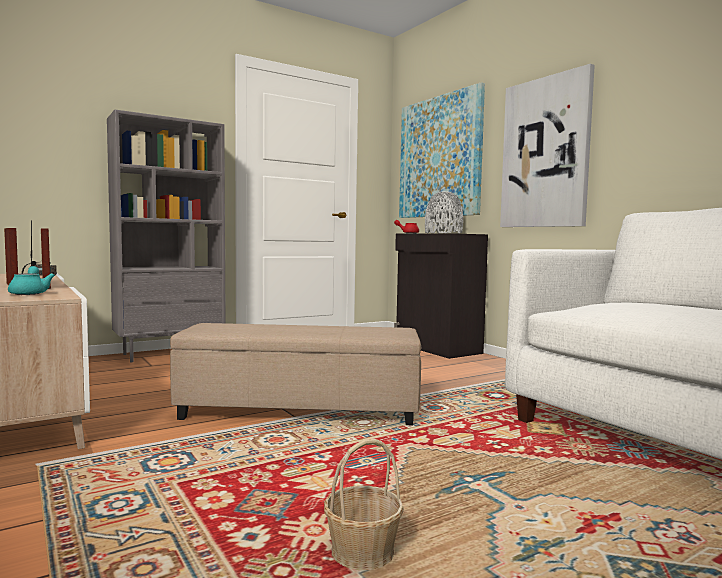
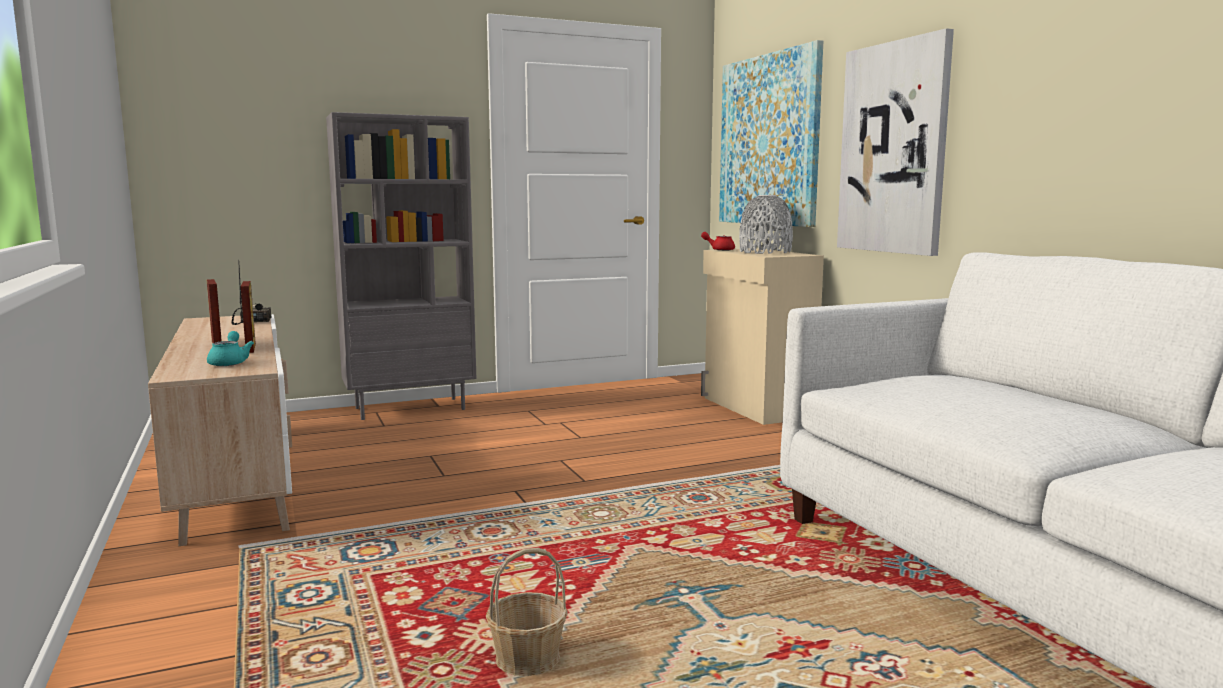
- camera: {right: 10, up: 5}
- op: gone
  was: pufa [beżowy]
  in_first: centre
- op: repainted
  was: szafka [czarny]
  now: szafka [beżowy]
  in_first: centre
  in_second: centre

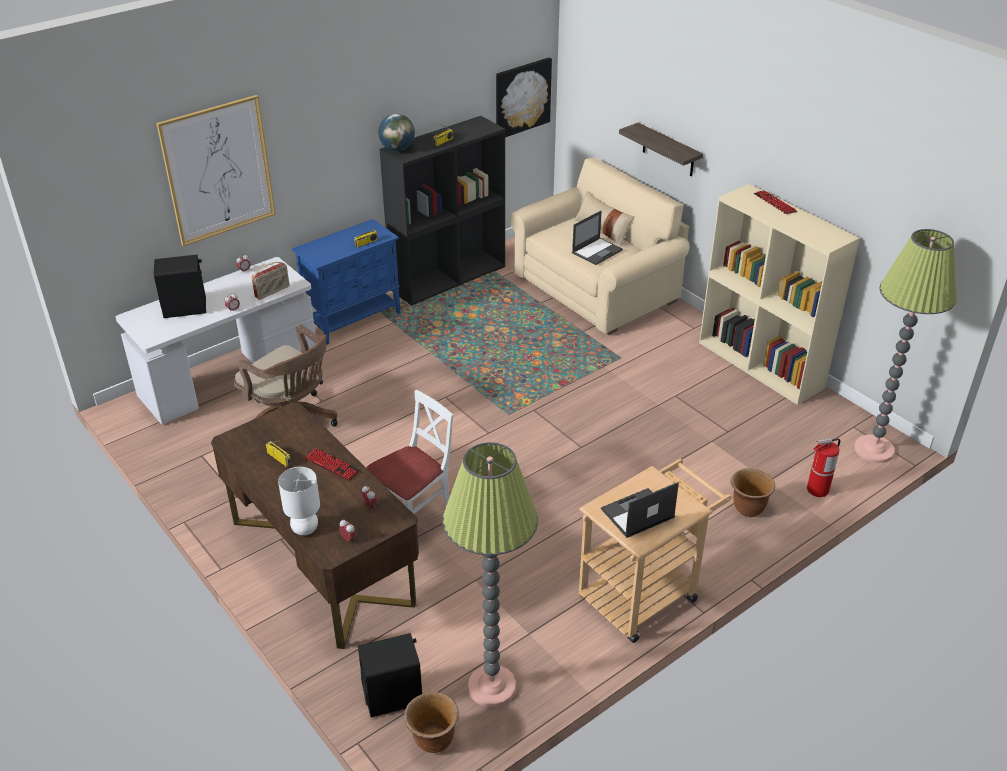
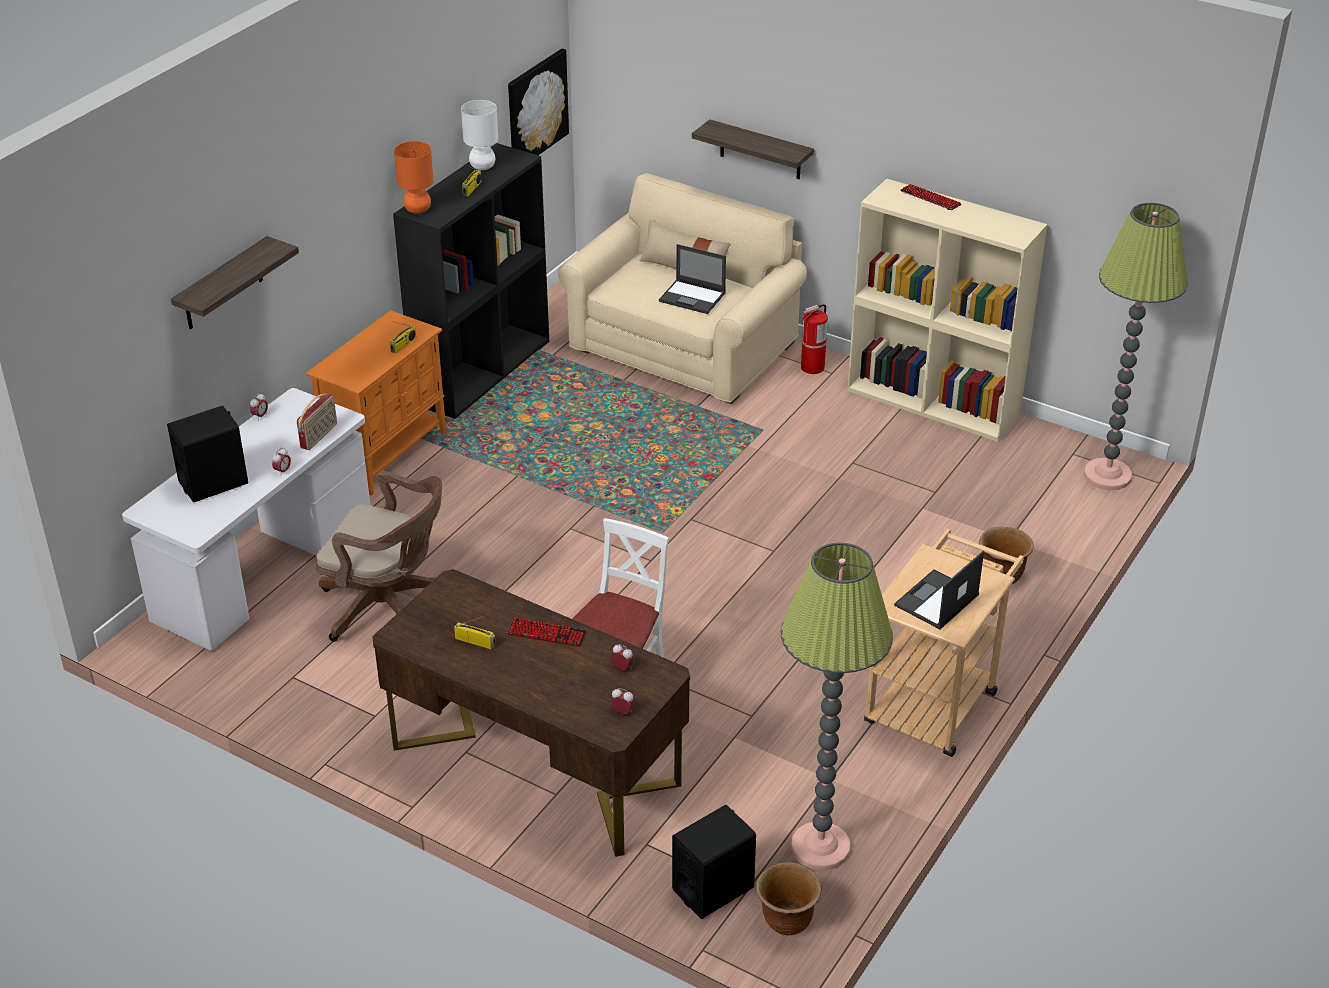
- camera: {right: -20, up: 0}
- op: swapped
  was: obraz (no. 1 from left)
  now: półka (no. 1 from left)
  in_first: top left
  in_second: top left
- op: shifted
  was: lampa stołowa [biały]
  in_first: middle left
  in_second: top centre
- op: repainted
  was: szafka [niebieski]
  now: szafka [pomarańczowy]
  in_first: centre
  in_second: middle left
- op: swapped
  was: globus
  now: lampa stołowa [pomarańczowy]
  in_first: top centre
  in_second: top left
- op: rotated
  was: laptop (no. 1 from left)
  in_first: top centre
  in_second: top centre
  clockwise: 90
- op: shifted
  was: gaśnica
  in_first: middle right
  in_second: centre

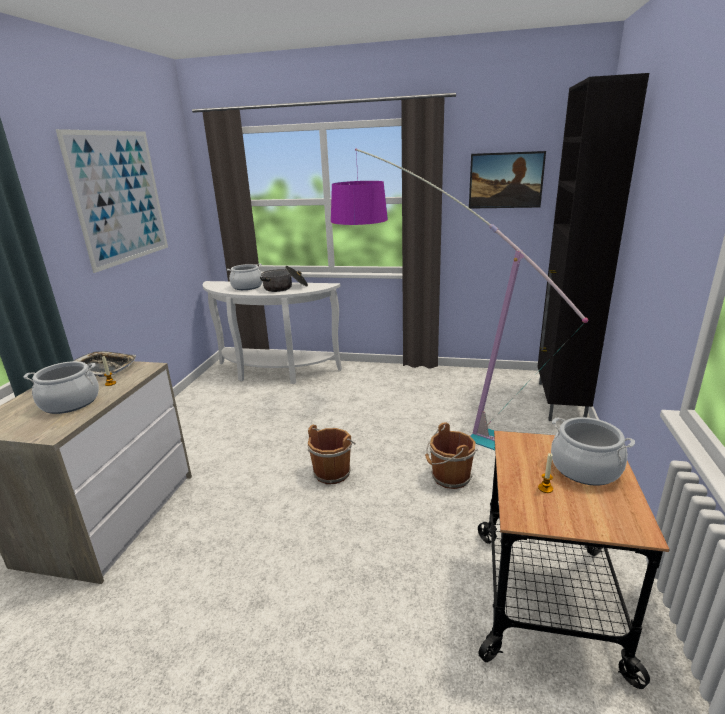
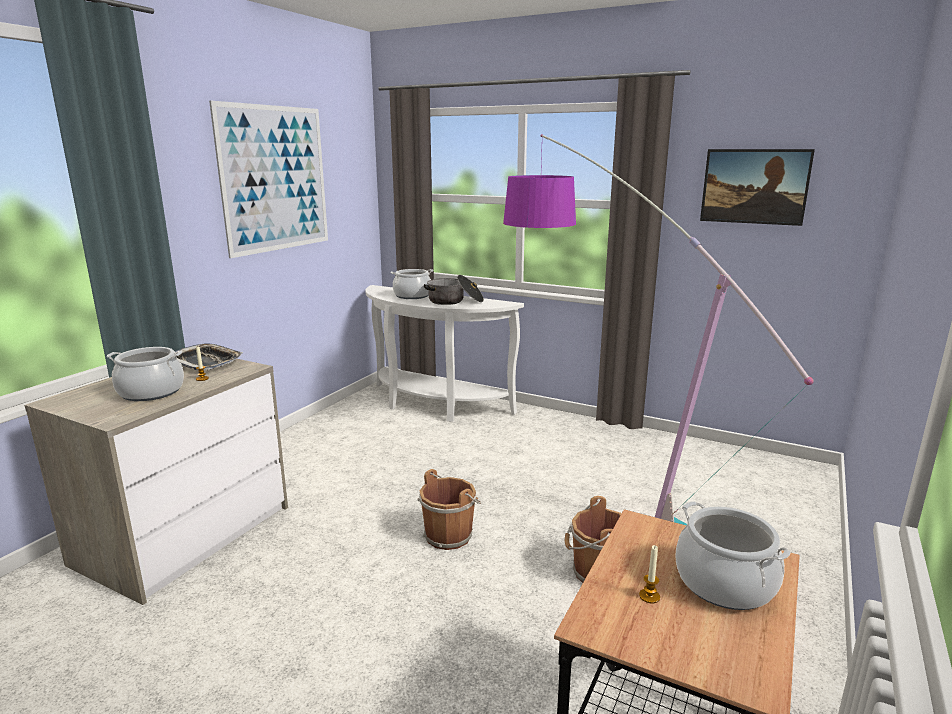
- camera: {right: 15, up: -5}
- op: gone
  was: szafka [czarny]
  in_first: middle right

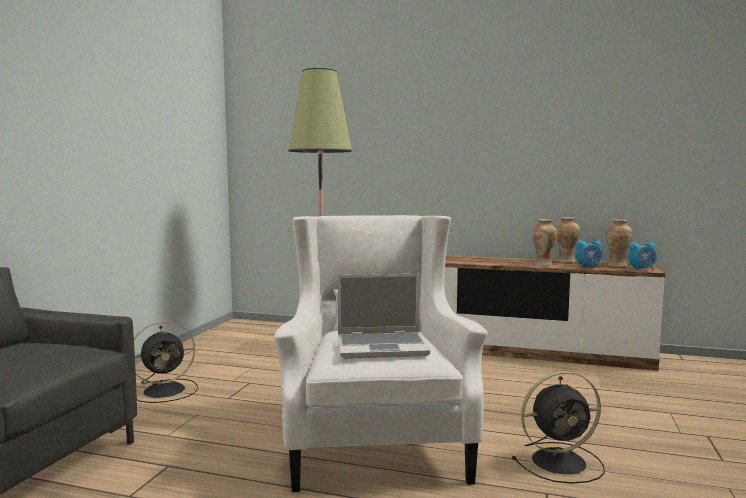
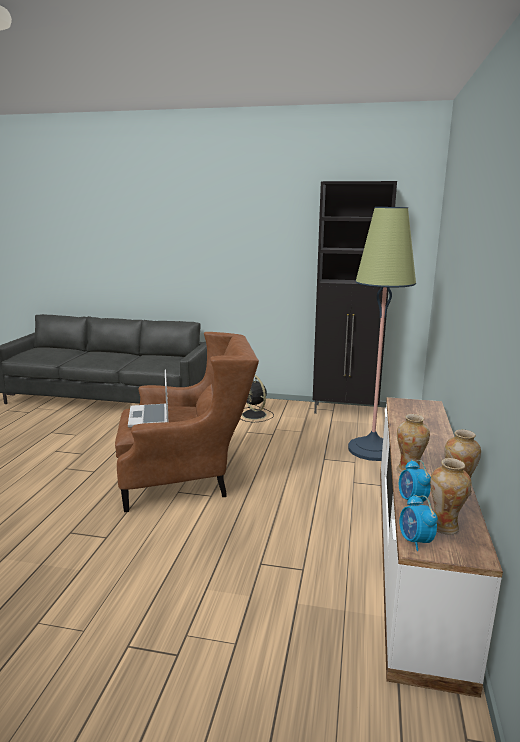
- camera: {right: 85, up: 10}
- op: repainted
  was: fotel [biały]
  now: fotel [brązowy]
  in_first: bottom centre
  in_second: centre
- op: gone
  was: wentylator [czarny] (no. 2 from left)
  in_first: bottom right
- op: new
  now: szafka [czarny]
  in_second: middle right

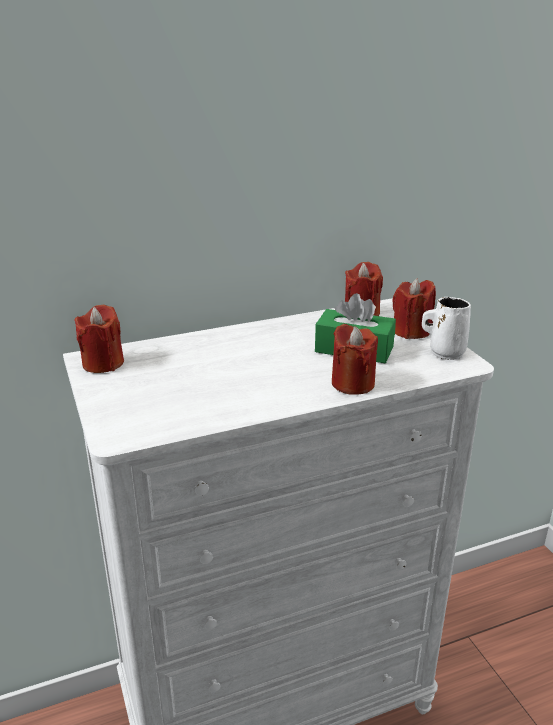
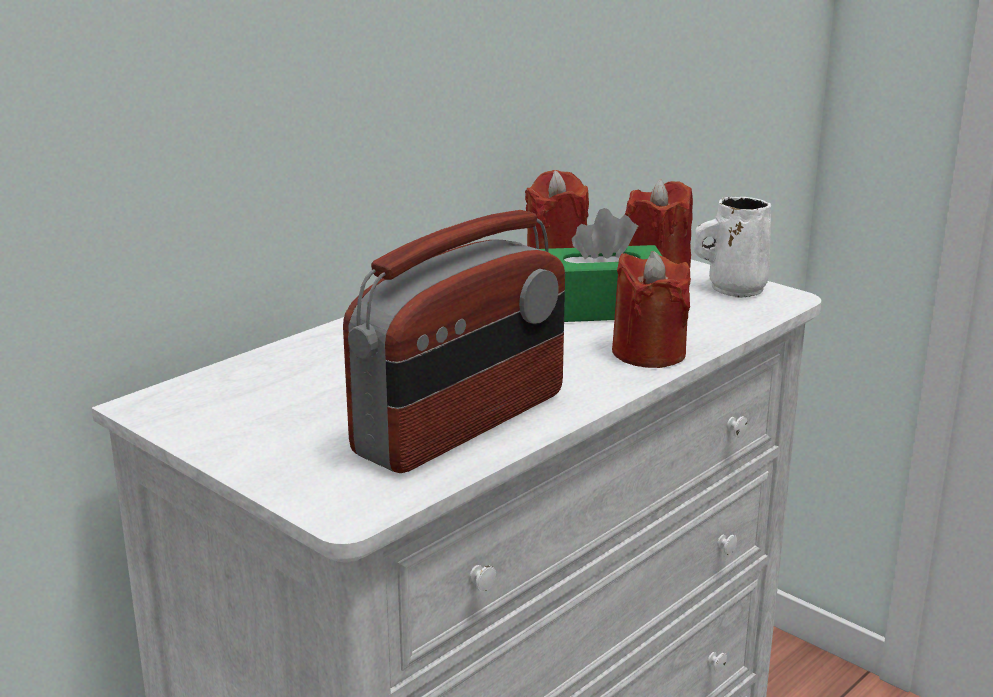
- camera: {right: -25, up: -5}
- op: gone
  was: świeca [czerwony] (no. 1 from left)
  in_first: middle left
- op: new
  now: radio
  in_second: centre

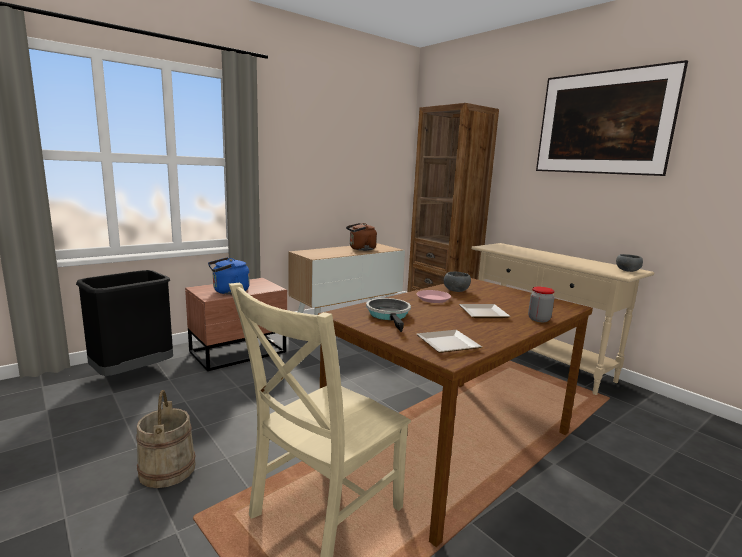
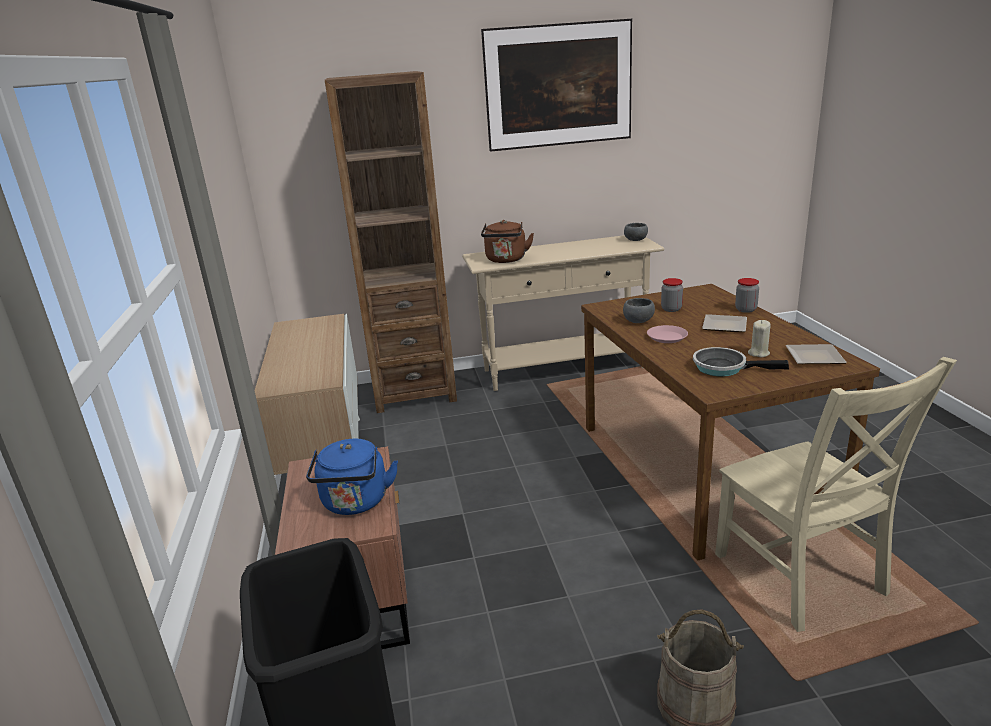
- camera: {right: -60, up: 10}
- op: shifted
  was: czajnik [brązowy]
  in_first: centre
  in_second: top centre
- op: new
  now: słoik (no. 1 from left)
  in_second: middle right
- op: new
  now: świeca [beżowy]
  in_second: middle right

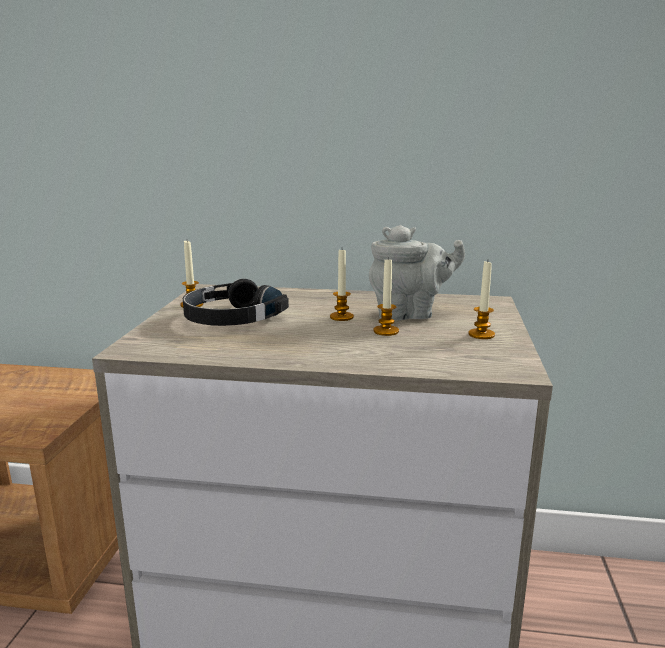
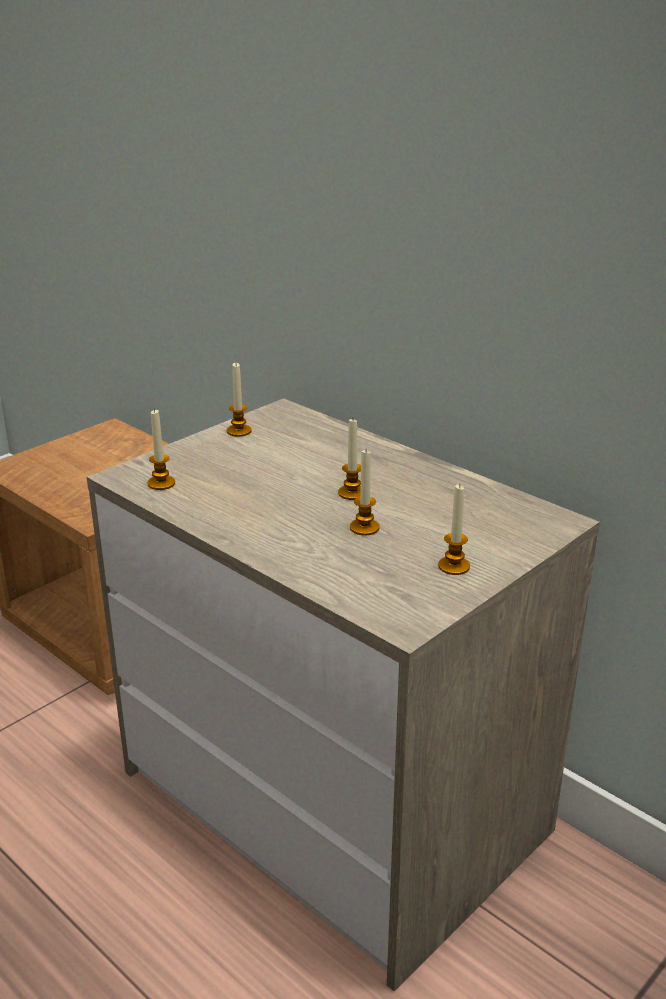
- camera: {right: 35, up: 10}
- op: gone
  was: słuchawki [czarny]
  in_first: centre
- op: gone
  was: imbryk [szary]
  in_first: centre
- op: new
  now: świeca (no. 1 from left)
  in_second: middle left

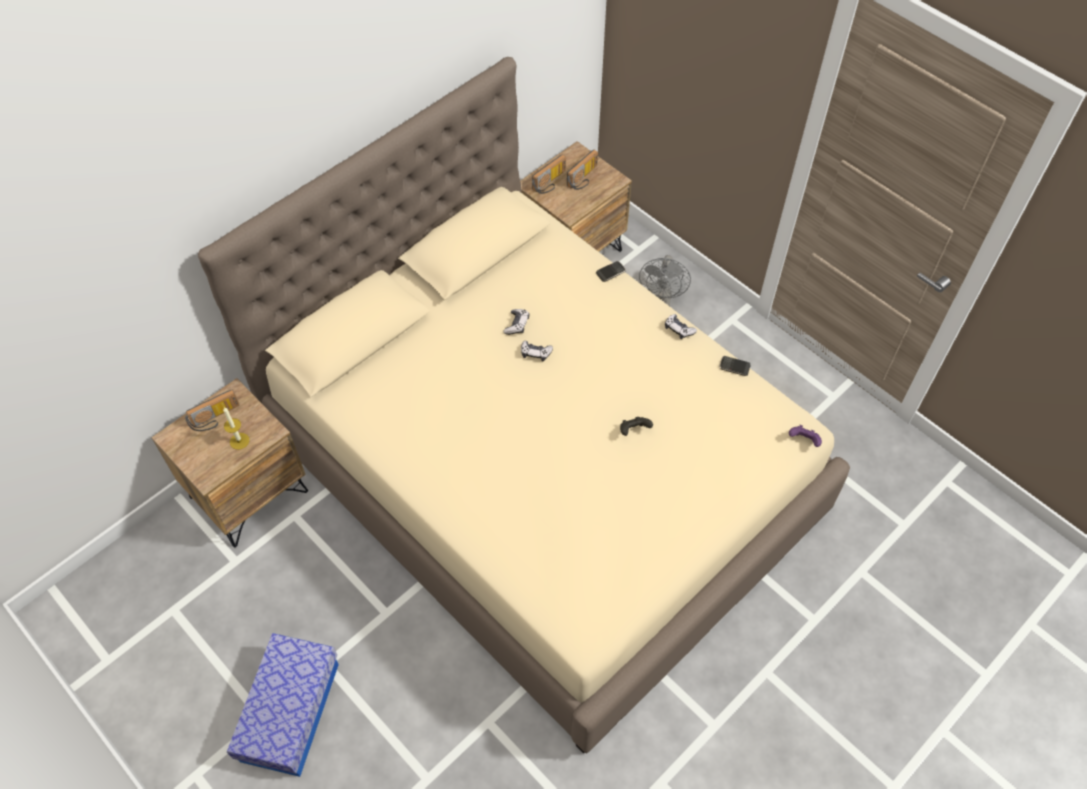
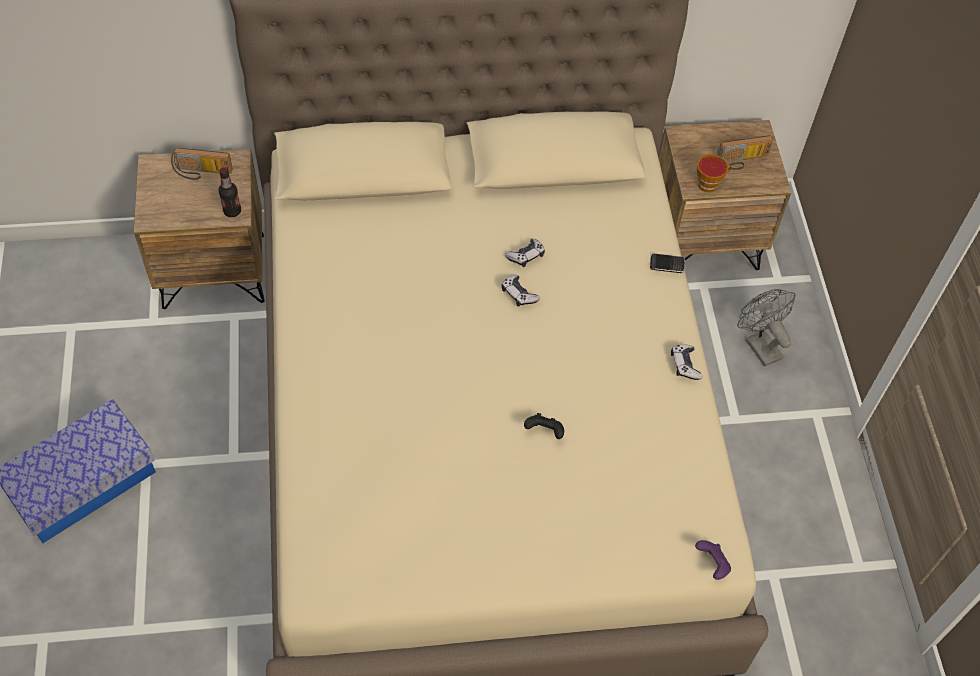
- camera: {right: 35, up: 0}
- op: gone
  was: świeca
  in_first: middle left
- op: gone
  was: radio (no. 2 from left)
  in_first: top centre
- op: rotated
  was: wentylator [szary]
  in_first: centre
  in_second: middle right
  clockwise: 105
- op: gone
  was: telefon (no. 2 from left)
  in_first: middle right
- op: new
  now: butelka
  in_second: top left
- op: new
  now: filiżanka
  in_second: top right

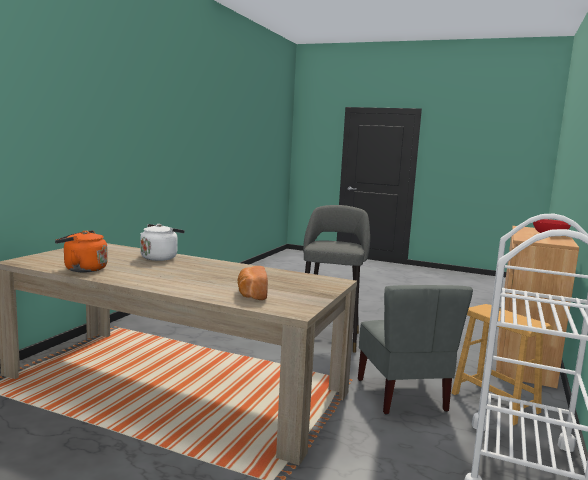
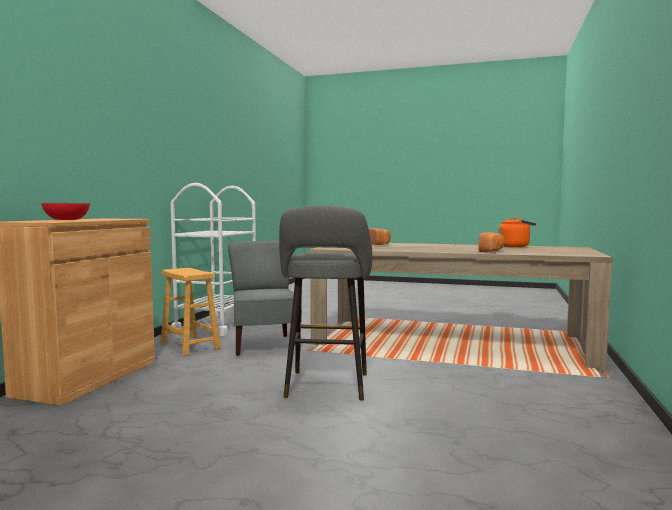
- camera: {right: 175, up: -5}
- op: swapped
  was: czajnik [biały]
  now: chleb (no. 2 from left)
  in_first: middle left
  in_second: middle right

